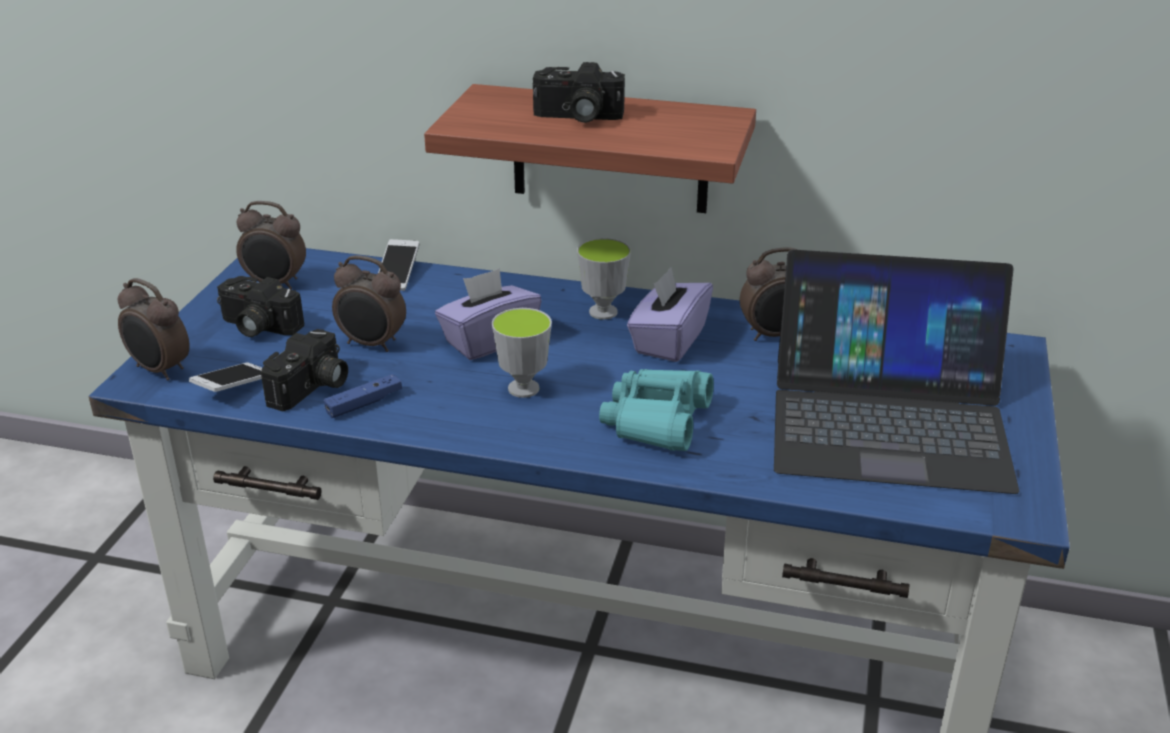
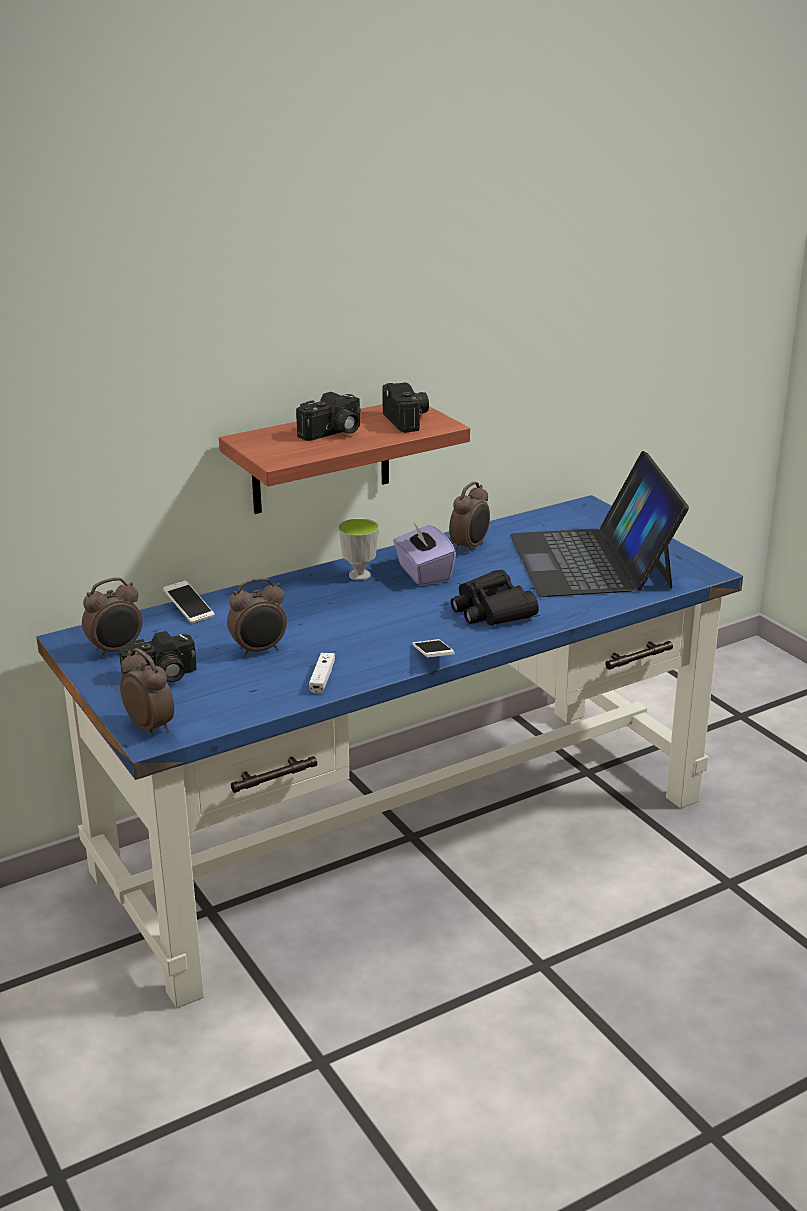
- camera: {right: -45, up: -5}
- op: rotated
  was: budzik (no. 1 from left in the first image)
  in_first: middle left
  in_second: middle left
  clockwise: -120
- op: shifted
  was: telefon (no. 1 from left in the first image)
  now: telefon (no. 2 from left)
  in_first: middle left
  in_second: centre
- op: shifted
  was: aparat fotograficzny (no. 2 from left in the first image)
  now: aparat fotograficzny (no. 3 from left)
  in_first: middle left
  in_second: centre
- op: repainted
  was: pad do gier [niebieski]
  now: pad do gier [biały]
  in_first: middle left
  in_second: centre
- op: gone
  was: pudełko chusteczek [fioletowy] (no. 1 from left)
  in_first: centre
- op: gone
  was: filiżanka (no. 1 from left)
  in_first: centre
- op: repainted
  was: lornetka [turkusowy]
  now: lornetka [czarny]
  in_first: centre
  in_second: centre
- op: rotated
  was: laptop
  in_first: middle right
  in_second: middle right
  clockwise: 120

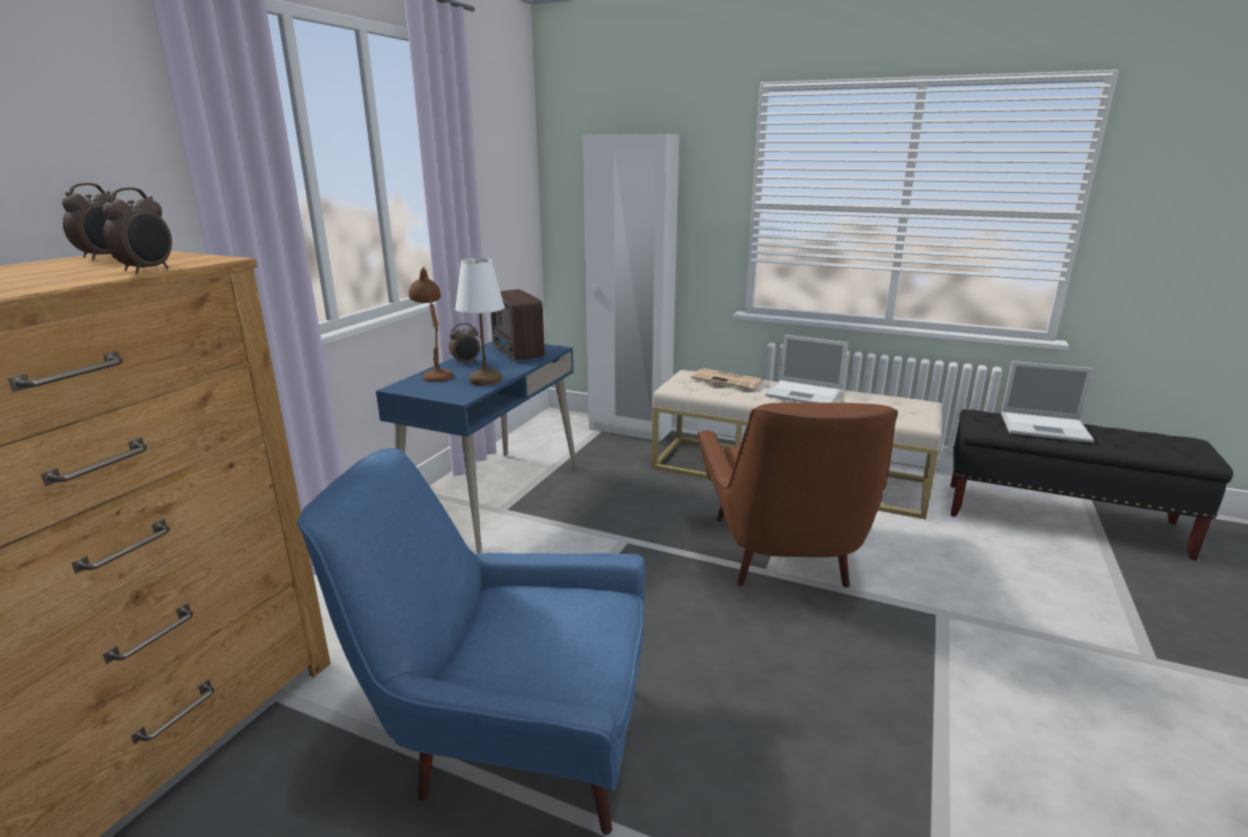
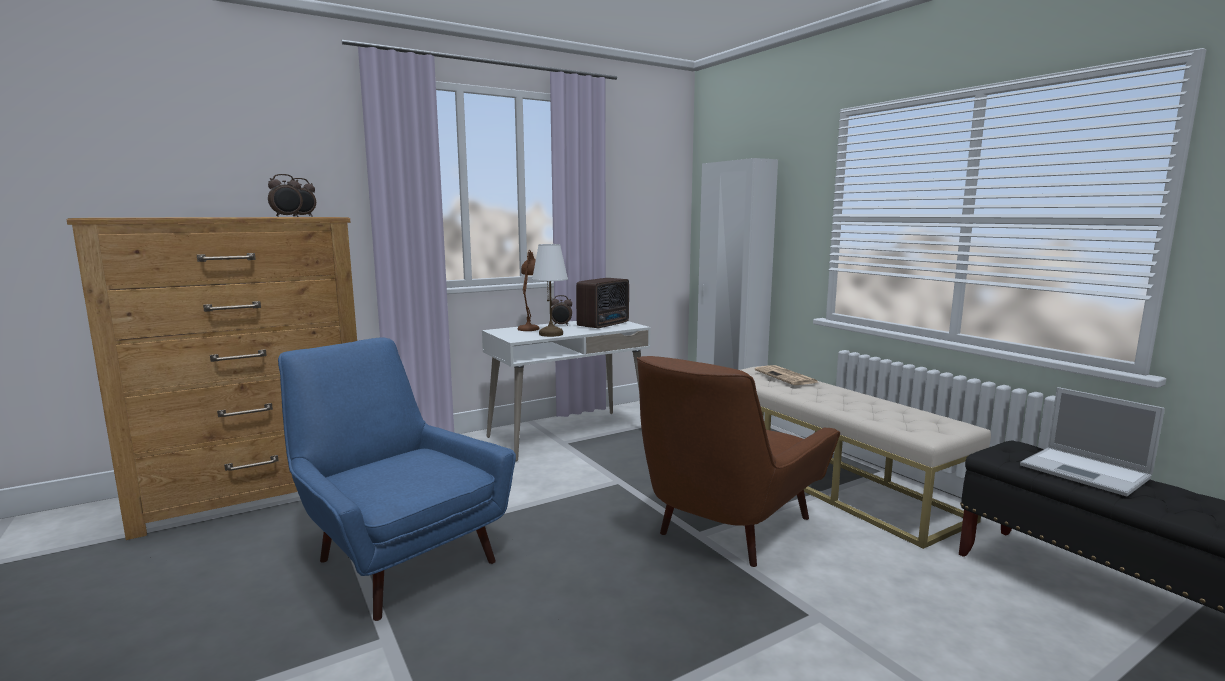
- camera: {right: 35, up: -10}
- op: repainted
  was: biurko [niebieski]
  now: biurko [biały]
  in_first: centre
  in_second: centre
- op: rotated
  was: radio
  in_first: centre
  in_second: centre
  clockwise: -150
- op: gone
  was: laptop (no. 1 from left)
  in_first: centre

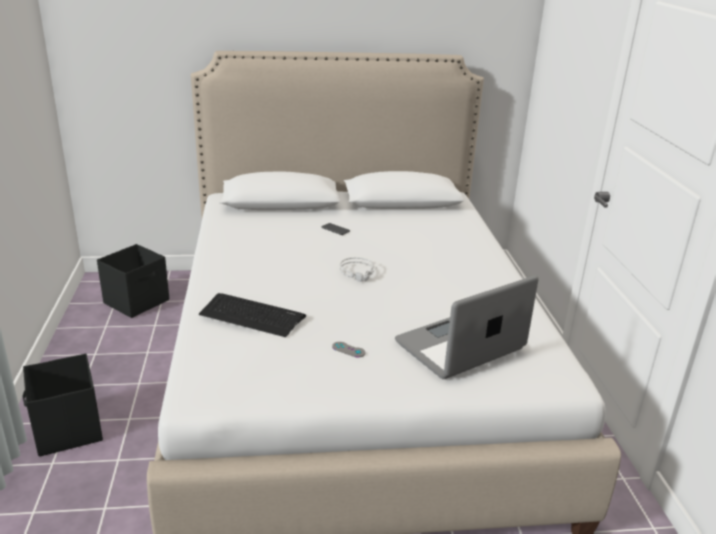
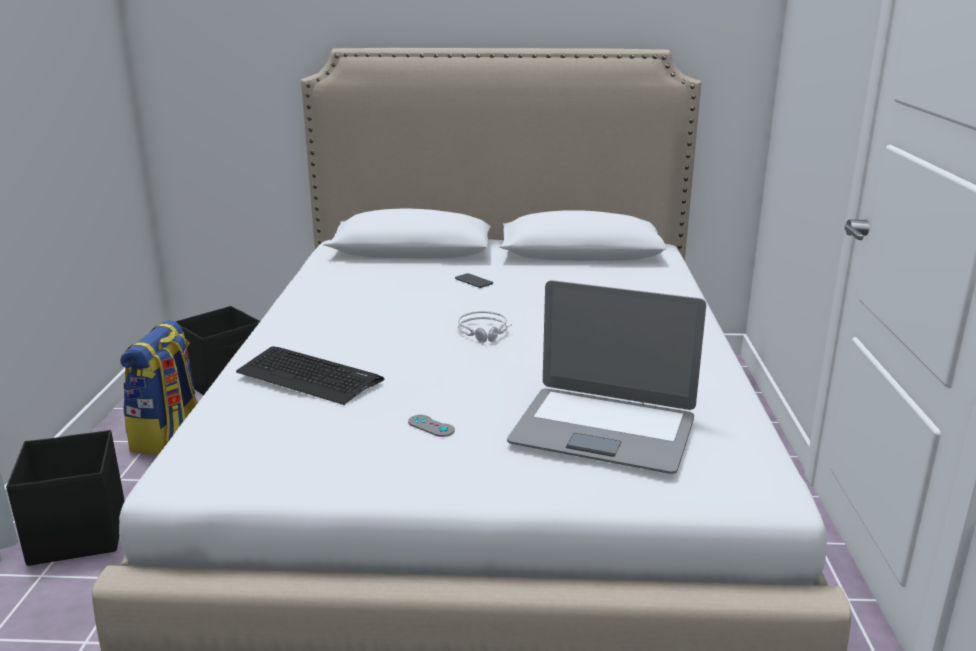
- camera: {right: 10, up: -5}
- op: rotated
  was: laptop
  in_first: centre
  in_second: centre
  clockwise: -135
- op: new
  now: plecak
  in_second: middle left

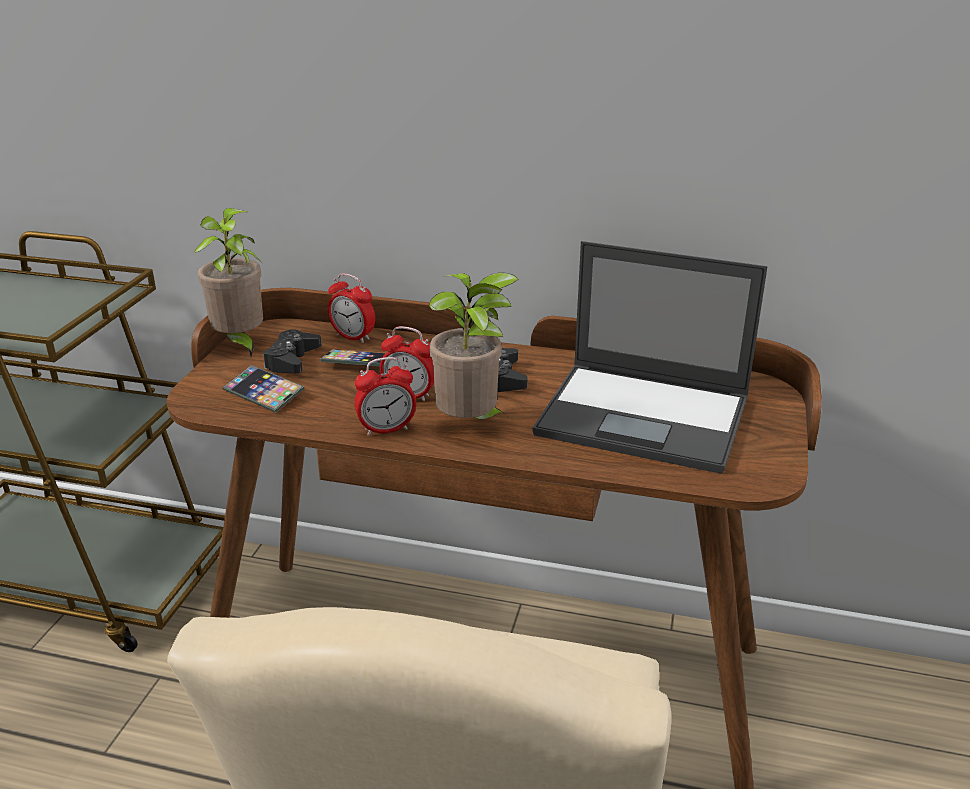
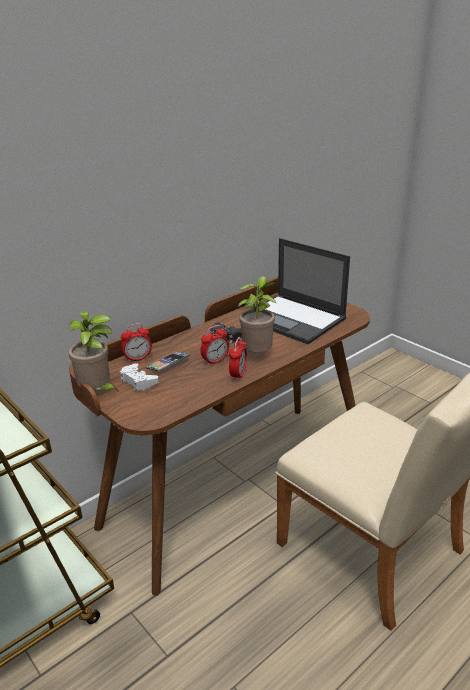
- camera: {right: -55, up: 0}
- op: gone
  was: telefon (no. 1 from left)
  in_first: middle left
- op: repainted
  was: pad do gier [czarny] (no. 1 from left)
  now: pad do gier [biały]
  in_first: middle left
  in_second: middle left
- op: rotated
  was: laptop
  in_first: middle right
  in_second: centre
  clockwise: 75

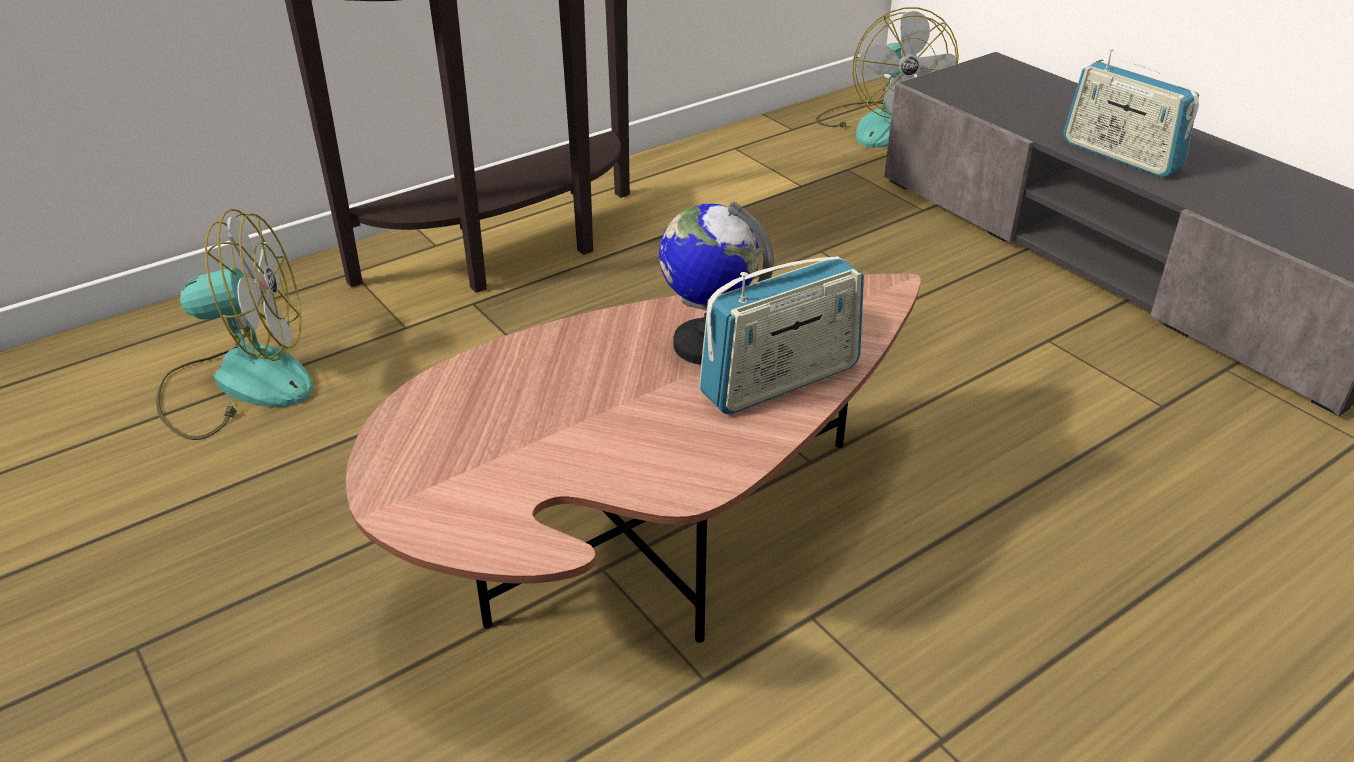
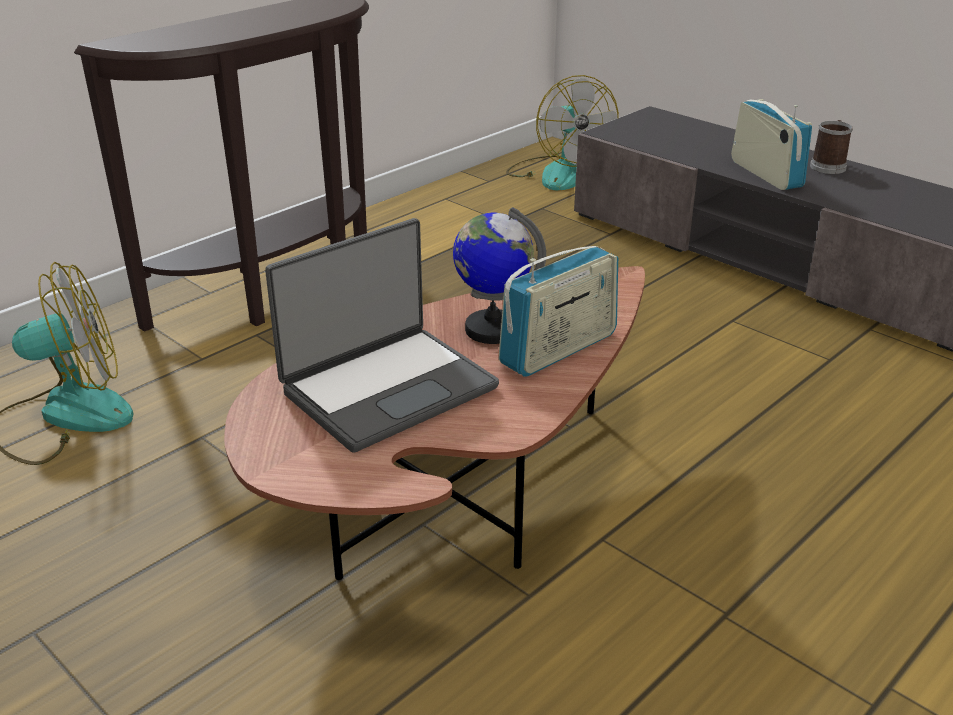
- camera: {right: -10, up: -5}
- op: rotated
  was: radio (no. 2 from left)
  in_first: top right
  in_second: top right
  clockwise: -150
- op: new
  now: laptop
  in_second: centre
- op: new
  now: kubek
  in_second: top right

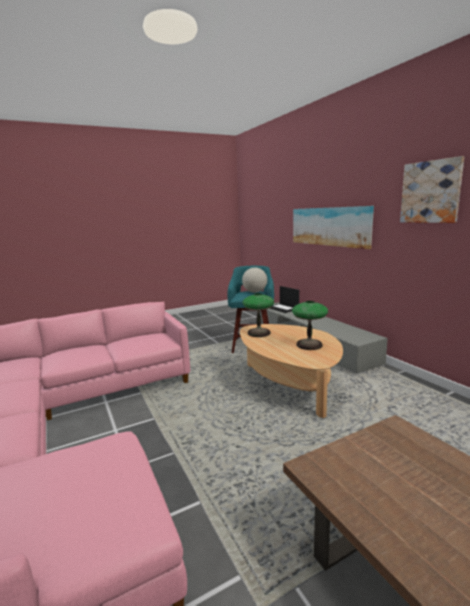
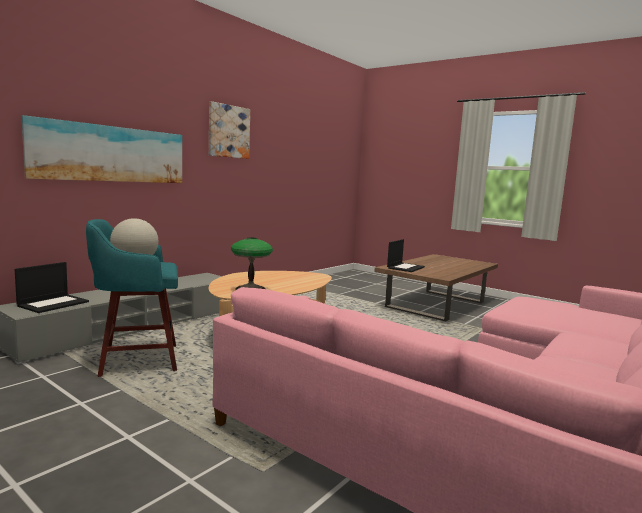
- camera: {right: -115, up: -5}
- op: gone
  was: lampa stołowa (no. 2 from left)
  in_first: centre
- op: new
  now: laptop (no. 2 from left)
  in_second: centre

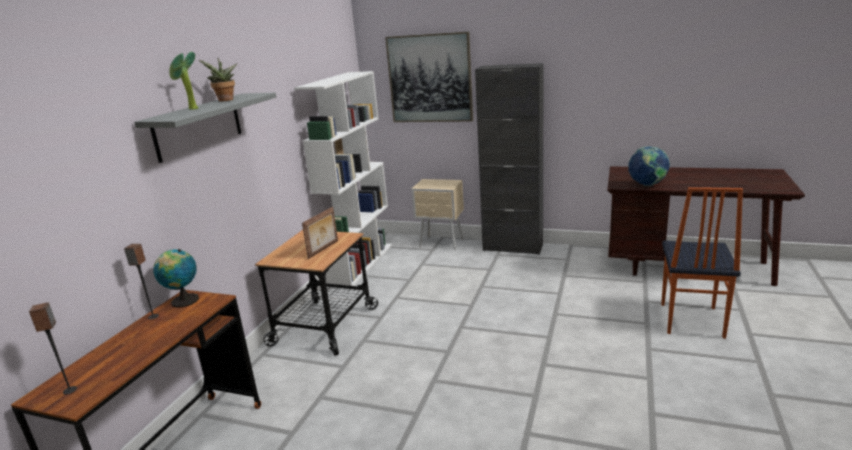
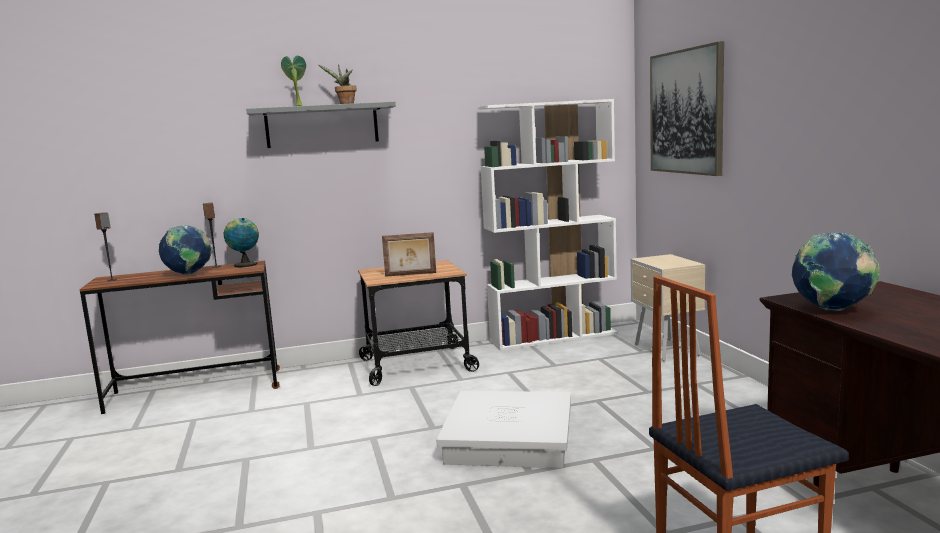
- camera: {right: 55, up: -10}
- op: gone
  was: szafka [czarny]
  in_first: centre
- op: new
  now: globus (no. 1 from left)
  in_second: middle left
- op: new
  now: pojemnik do przechowywania [biały]
  in_second: bottom centre

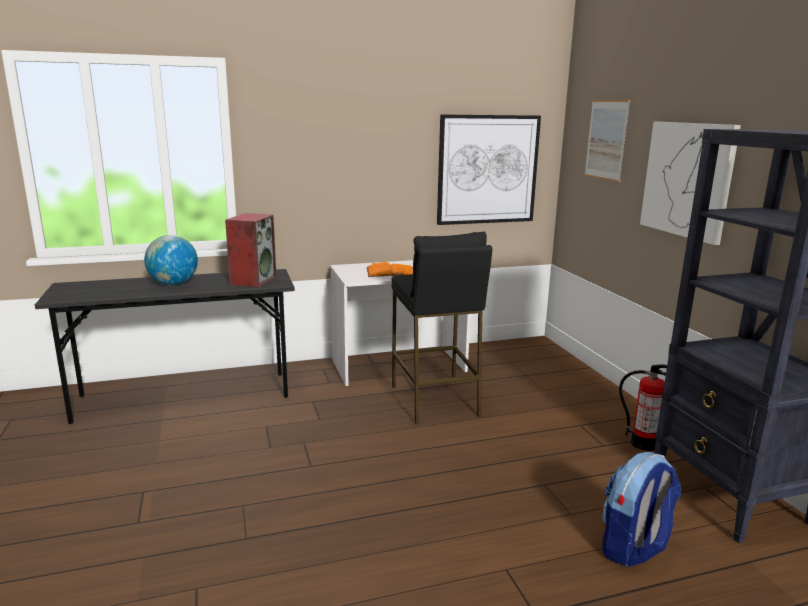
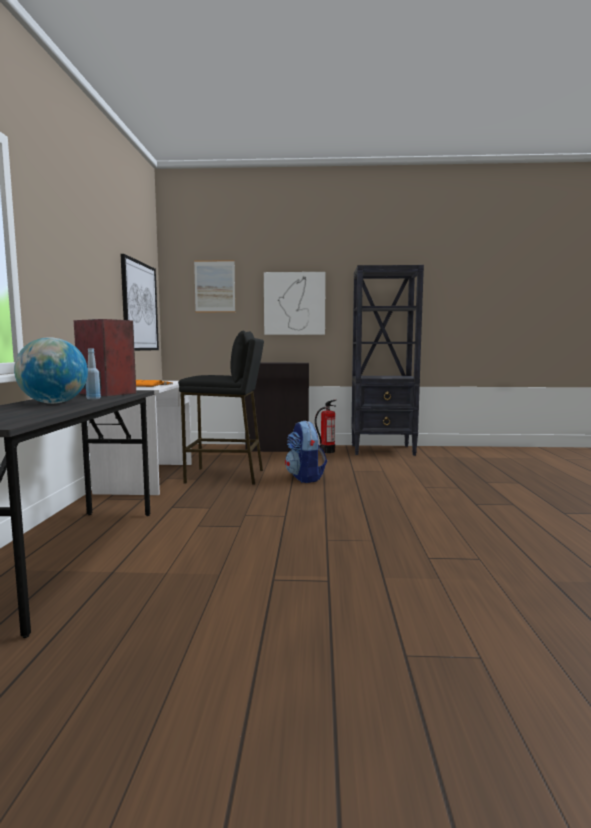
- camera: {right: -70, up: -10}
- op: shifted
  was: plecak
  in_first: bottom right
  in_second: centre
- op: new
  now: butelka [niebieski]
  in_second: middle left
- op: new
  now: szafka [czarny]
  in_second: centre

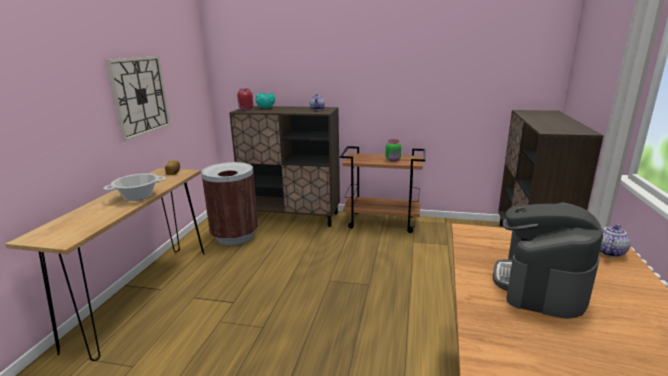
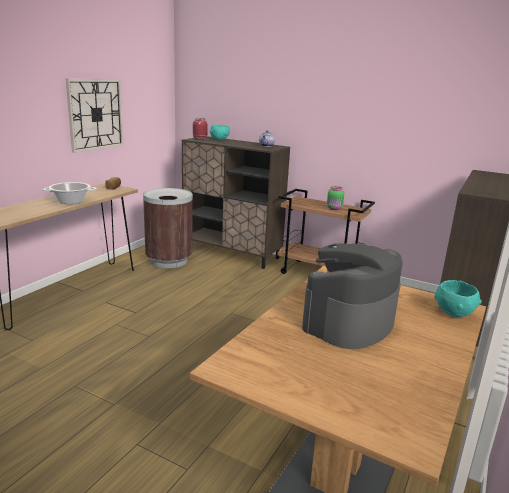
- camera: {right: 15, up: 0}
- op: swapped
  was: imbryk (no. 2 from left)
  now: miska [turkusowy] (no. 2 from left)
  in_first: middle right
  in_second: middle right

